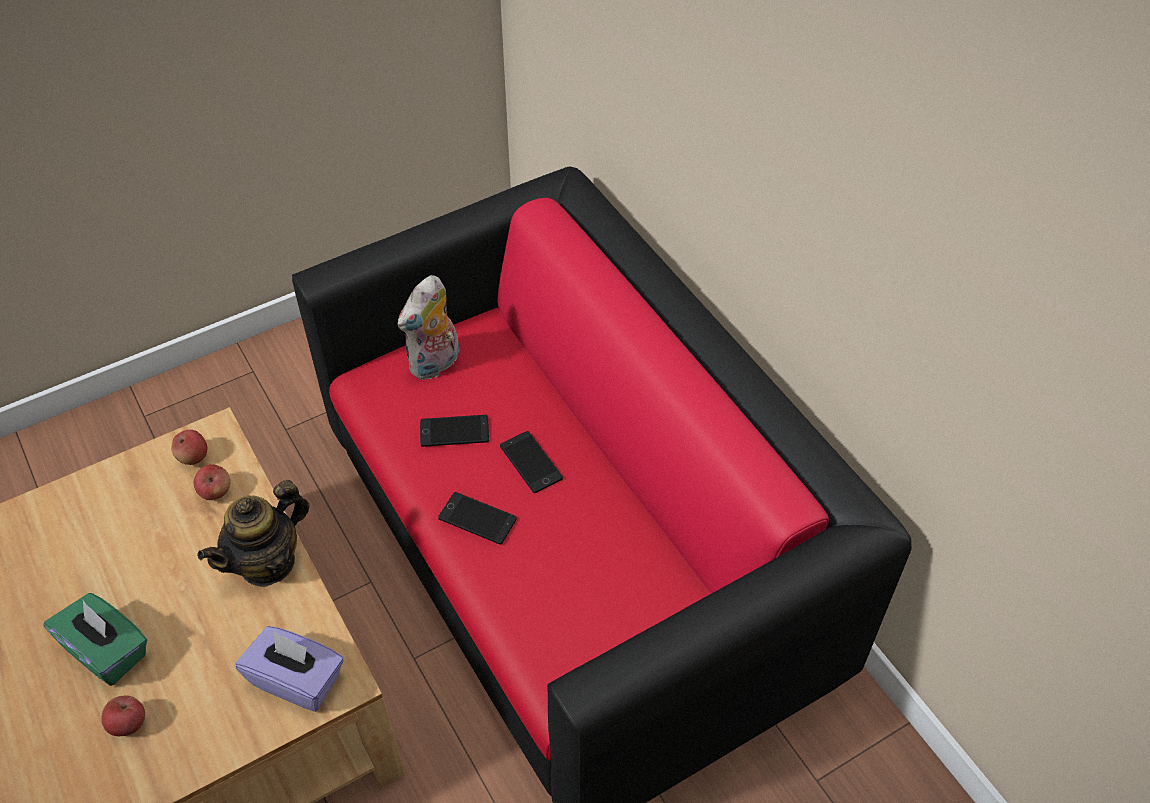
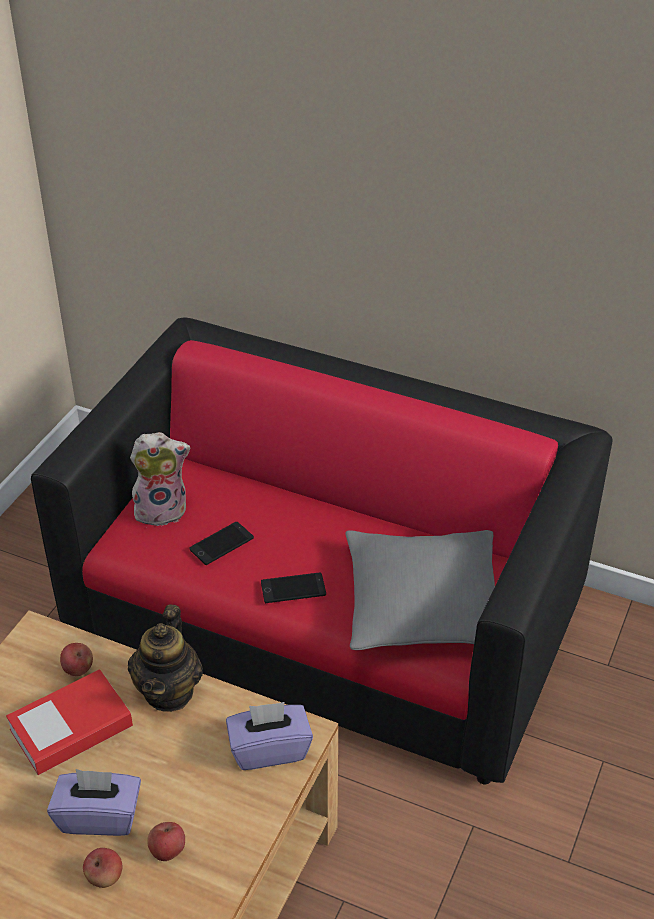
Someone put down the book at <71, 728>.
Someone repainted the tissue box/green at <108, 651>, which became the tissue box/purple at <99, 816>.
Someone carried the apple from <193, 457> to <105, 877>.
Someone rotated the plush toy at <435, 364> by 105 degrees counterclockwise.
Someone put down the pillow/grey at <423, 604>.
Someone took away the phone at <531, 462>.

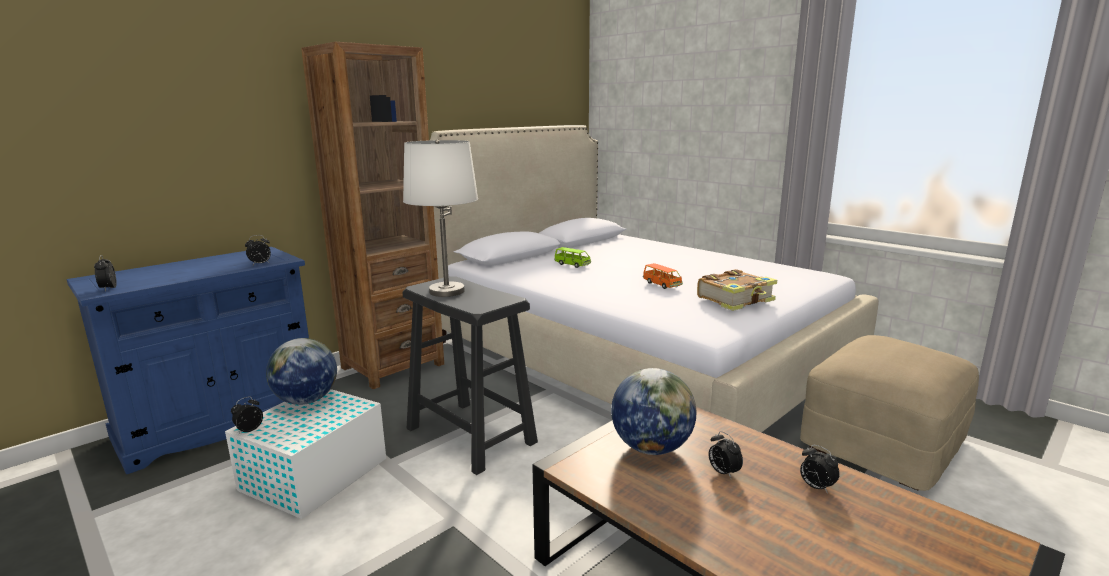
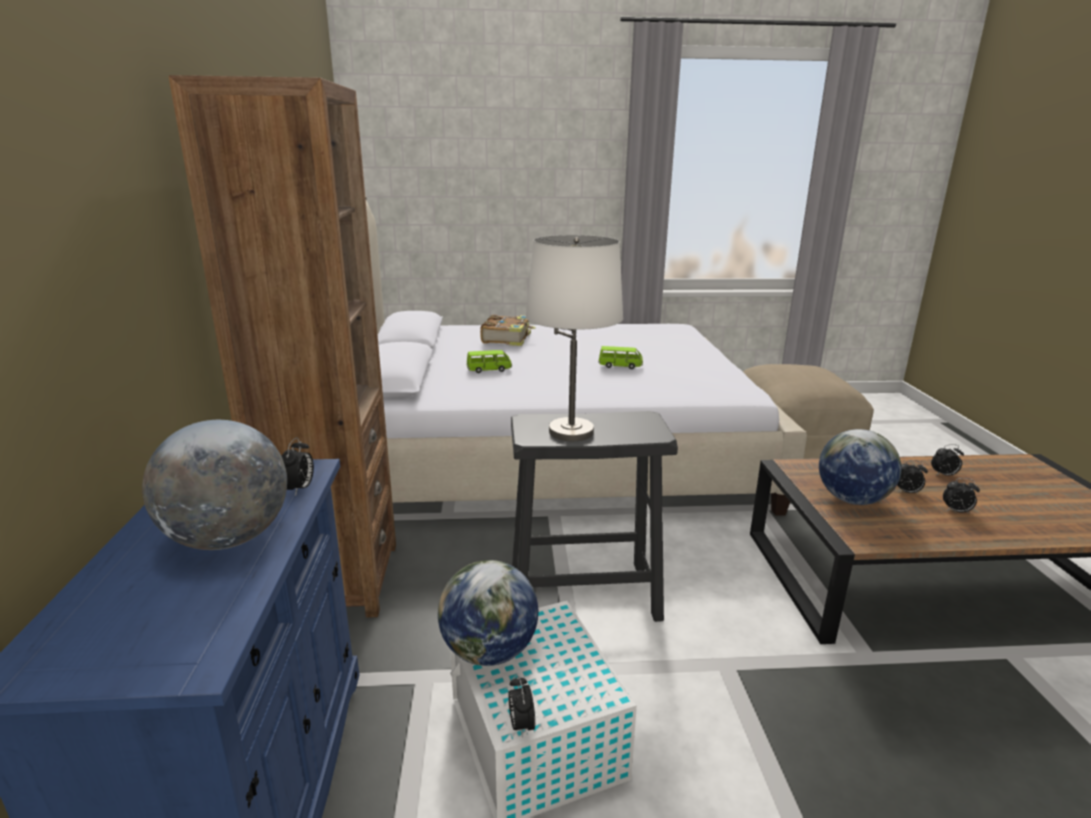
Someone put down the globe at <228, 539>.
Someone carried the book from <736, 300> to <507, 338>.
Someone repainted the toy car/orange at <662, 284>, which became the toy car/green at <620, 366>.
Someone carried the alarm clock from <108, 289> to <956, 511>.

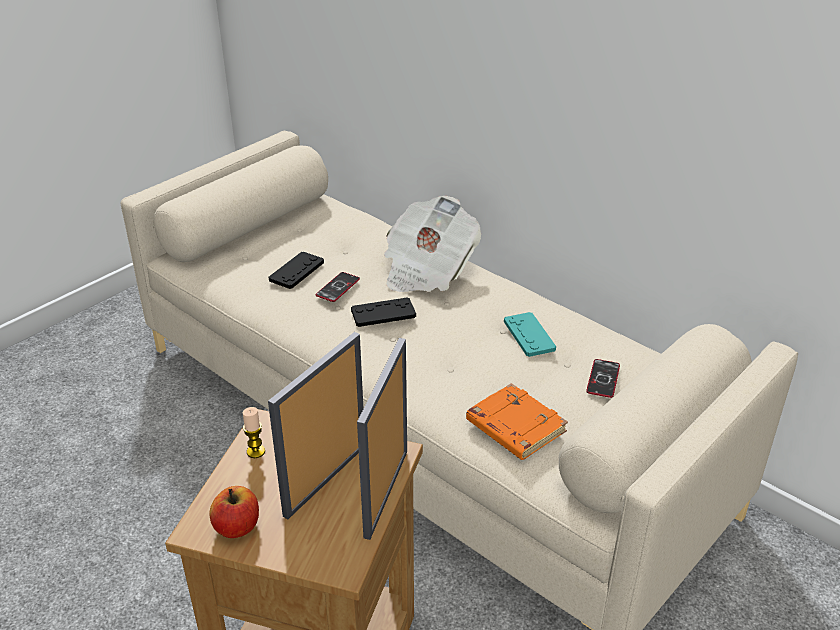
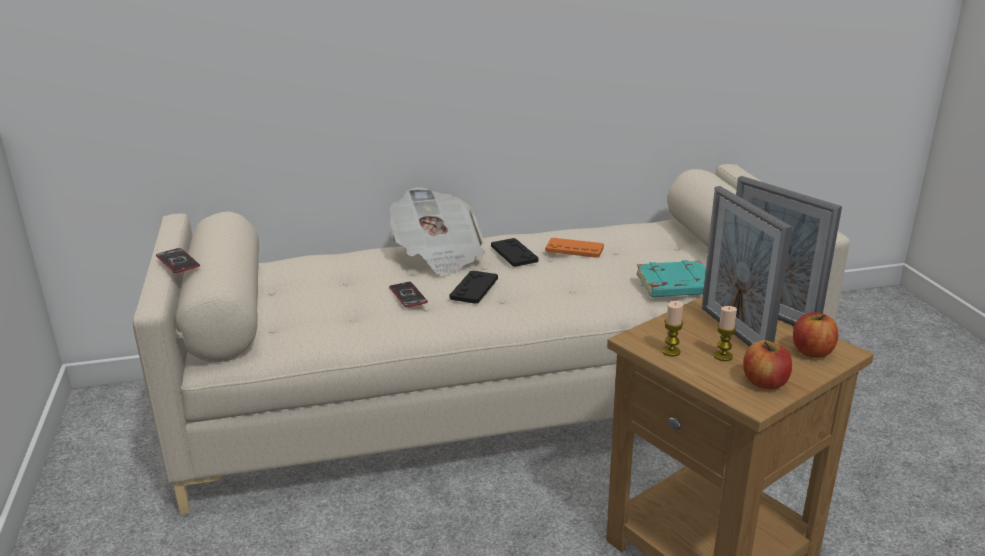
Someone carried the phone from <603, 379> to <177, 261>.
Someone carried the game controller/black from <296, 271> to <514, 253>.
Someone repainted the game controller/turquoise at <529, 335>, which became the game controller/orange at <574, 249>.
Someone repainted the book/orange at <514, 427>, which became the book/turquoise at <675, 286>.
Someone put down the candle at <723, 356>.
Someone put down the apple at <812, 351>.

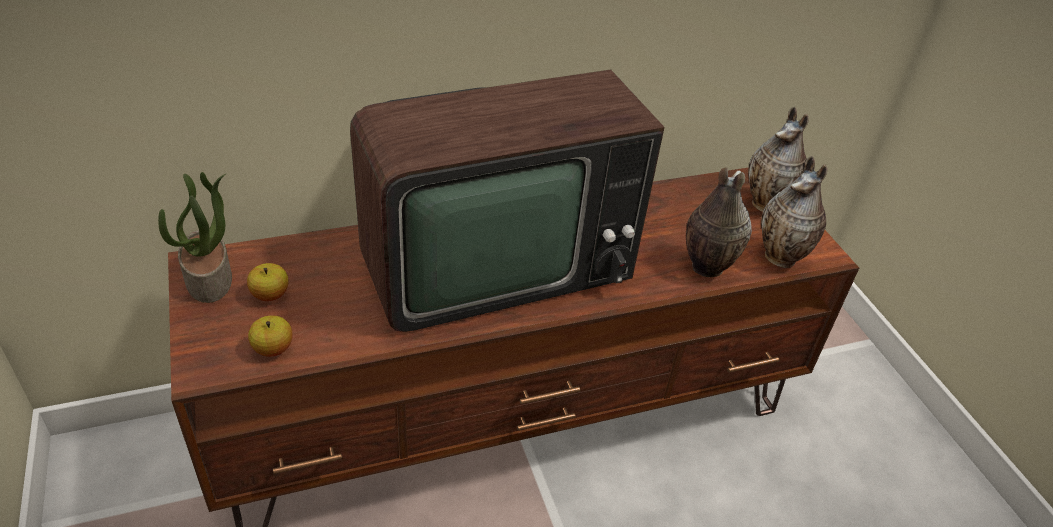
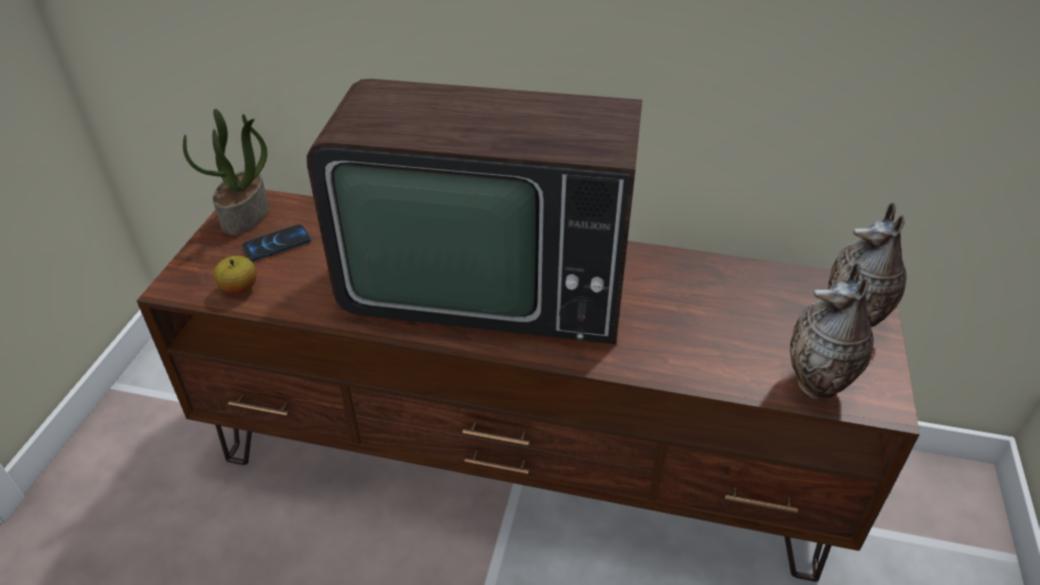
Someone swapped the apple at <270, 295> for the phone at <277, 244>.
Someone took away the vase at <705, 267>.

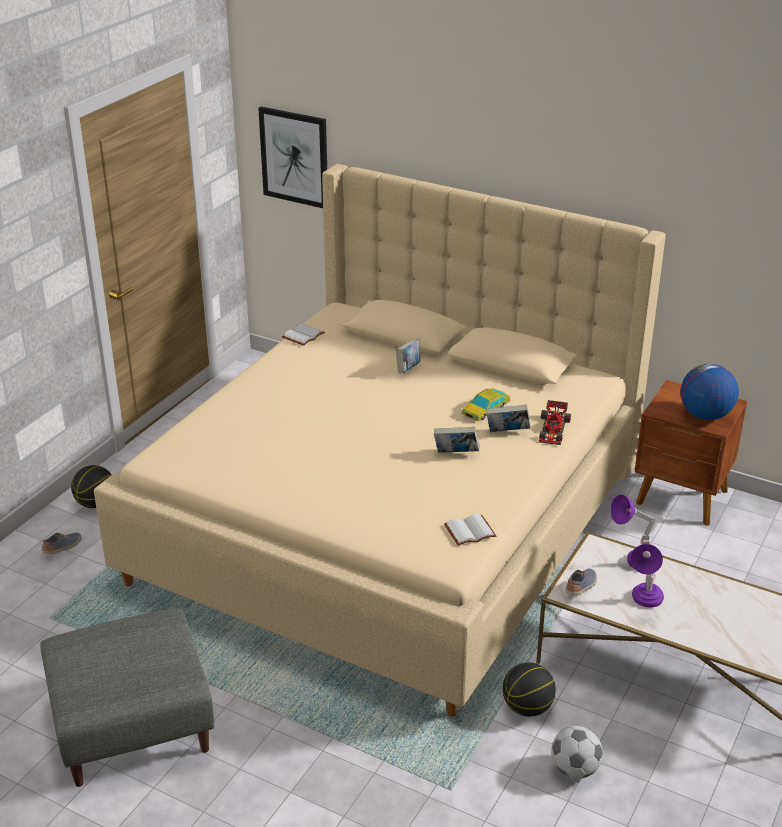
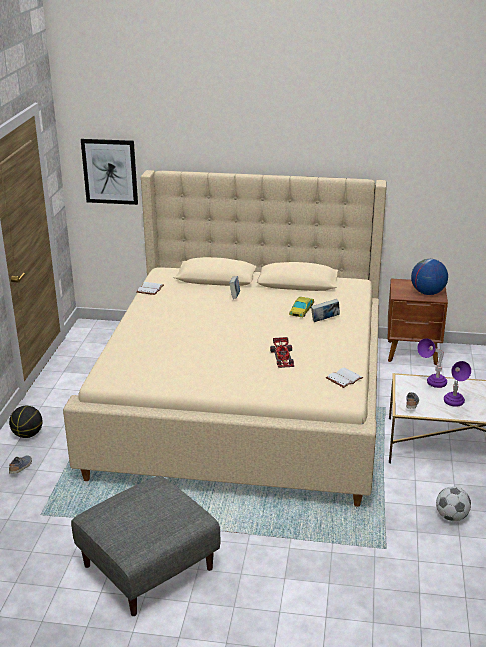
Someone carried the toy car from <553, 429> to <283, 357>.
Someone took away the book at <456, 454>.
Someone took away the basketball at <527, 708>.

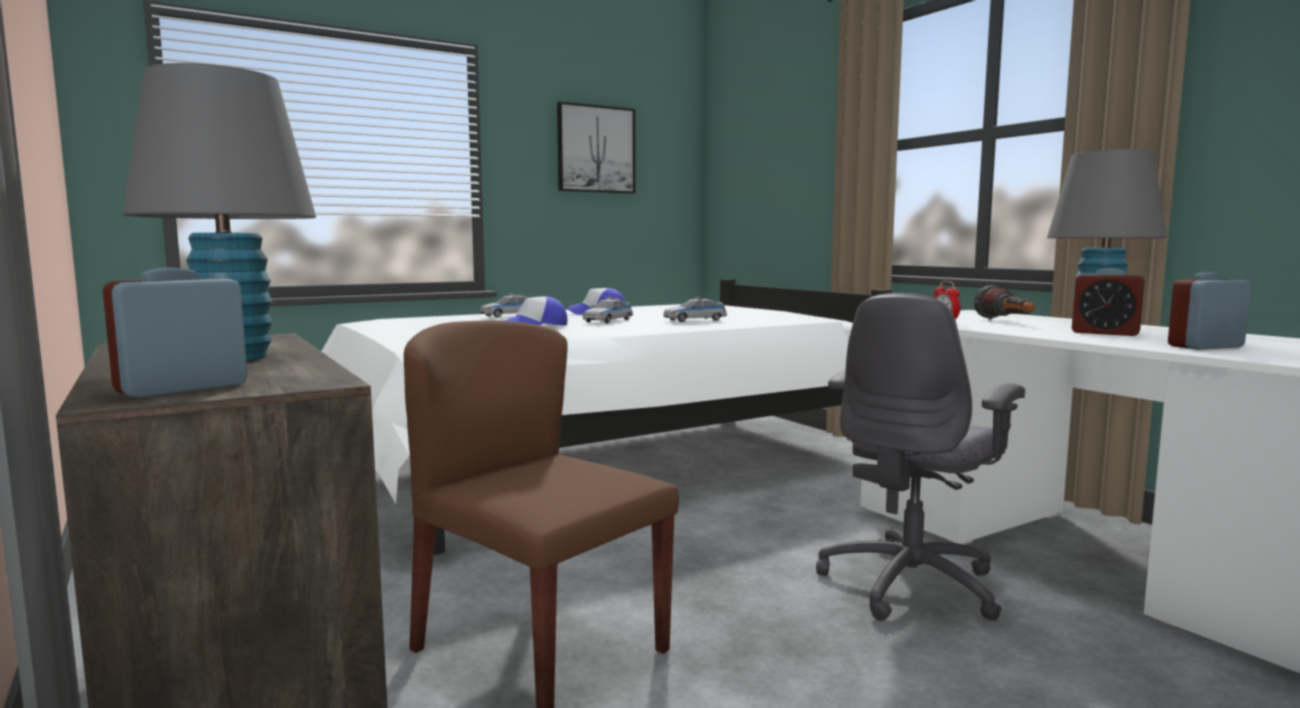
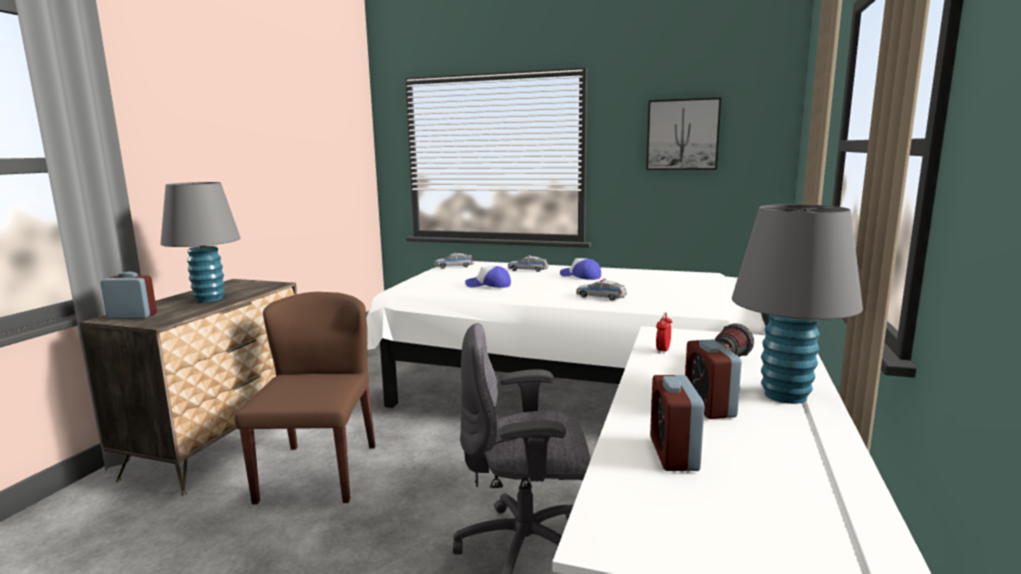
Someone carried the toy car from <608, 321> to <454, 266>.
Someone rotated the alarm clock at <1205, 346> by 120 degrees counterclockwise.

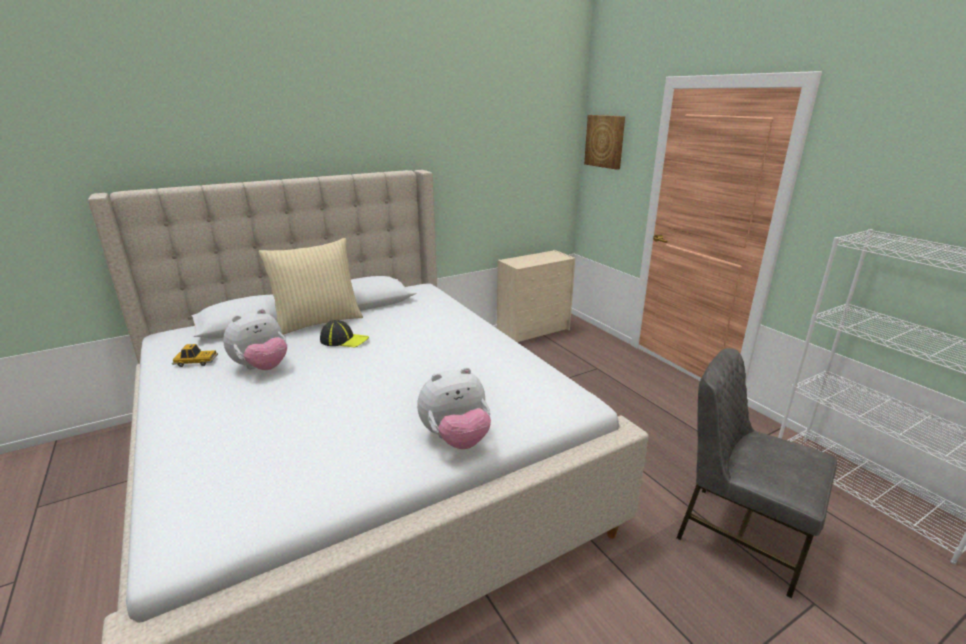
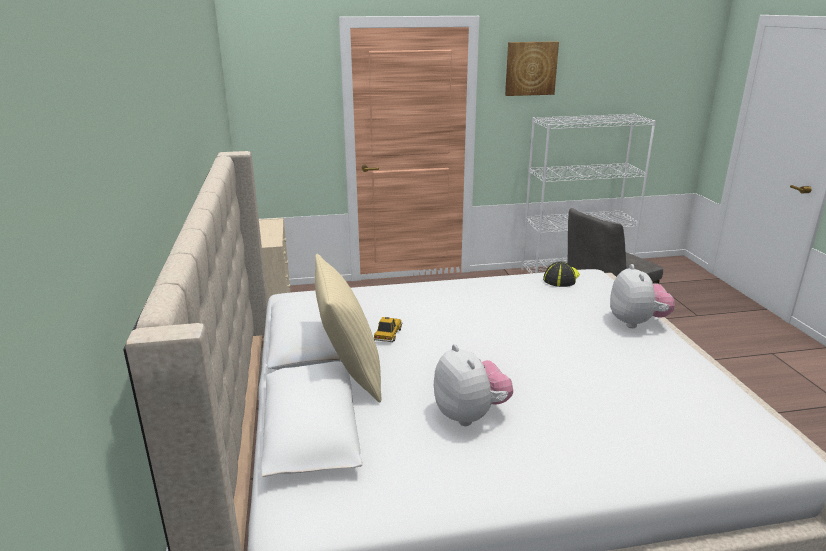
Someone carried the toy car from <196, 362> to <387, 334>.
Someone carried the picture from <605, 141> to <530, 68>.
Someone carried the cap from <344, 340> to <561, 278>.

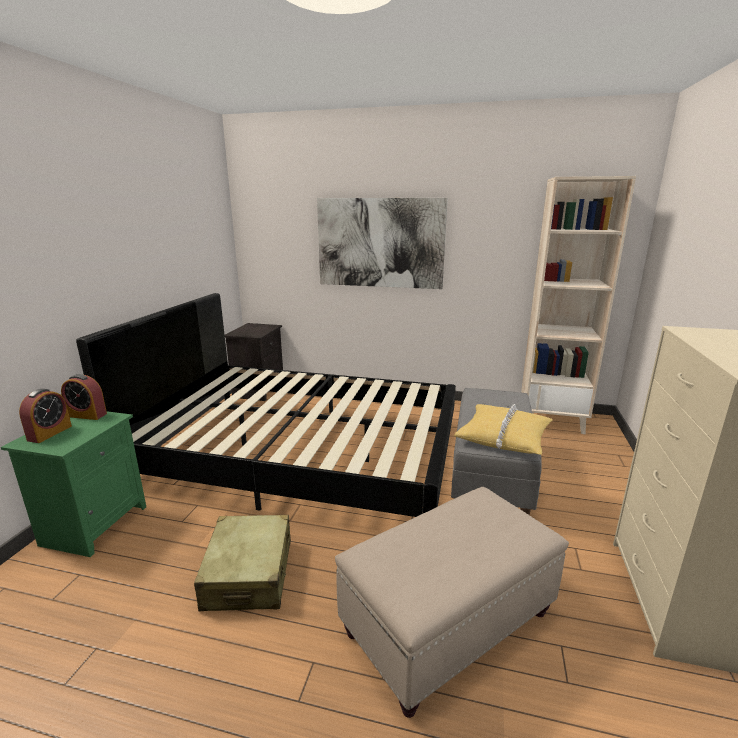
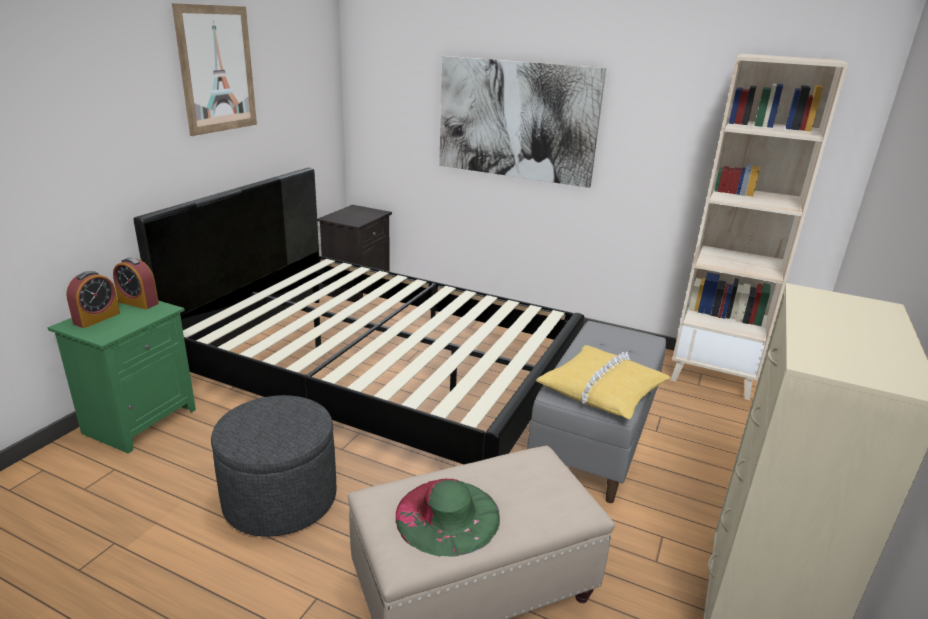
Someone put up the picture at <217, 69>.
Someone swapped the suitcase/beige at <249, 574> for the ottoman/grey at <280, 498>.
Someone put down the hat/green at <447, 516>.

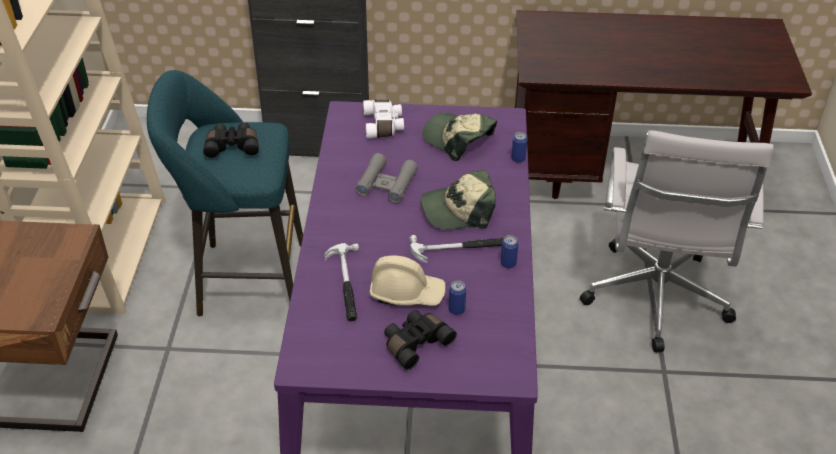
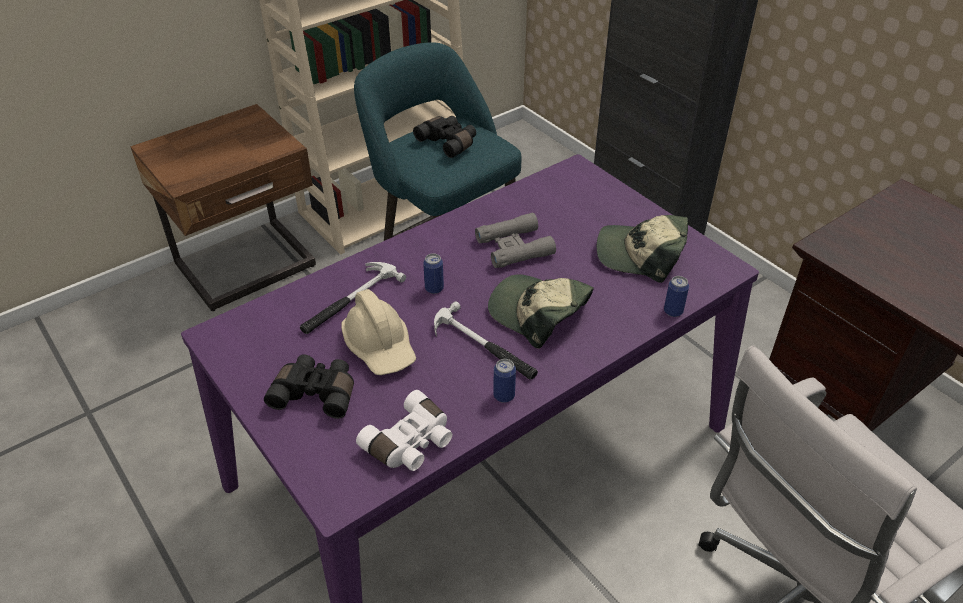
Someone carried the binoculars/white from <384, 125> to <411, 443>.
Someone carried the can from <456, 309> to <434, 288>.
Someone rotated the cap at <458, 139> by 75 degrees counterclockwise.

